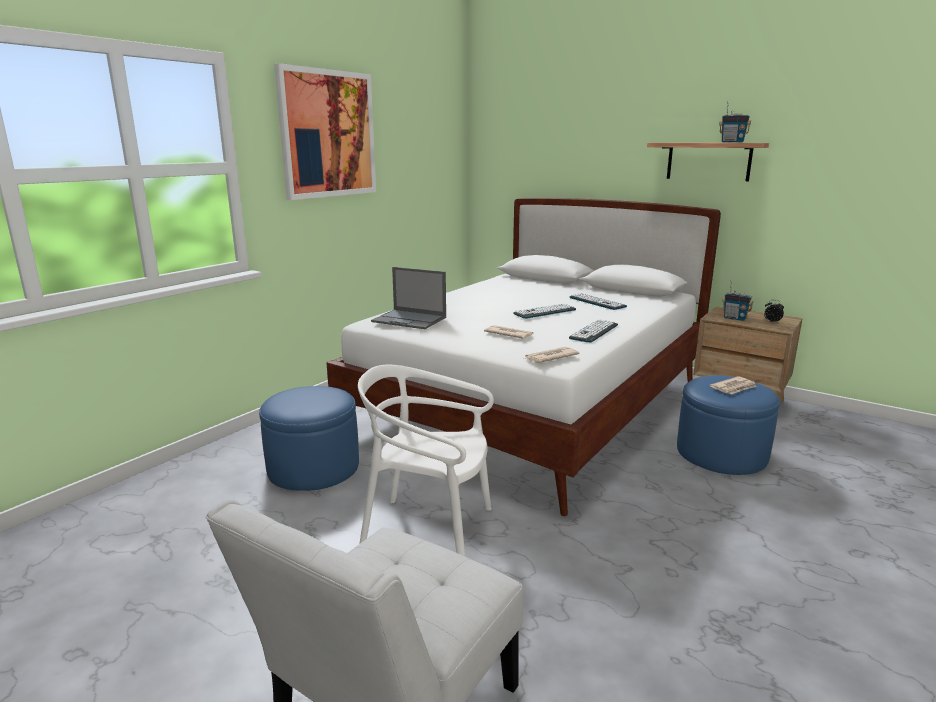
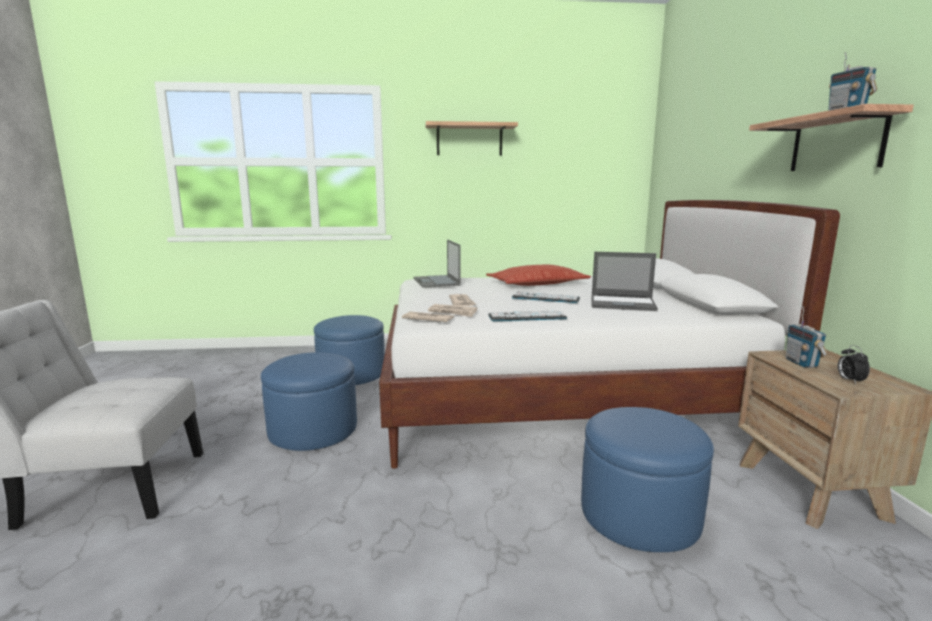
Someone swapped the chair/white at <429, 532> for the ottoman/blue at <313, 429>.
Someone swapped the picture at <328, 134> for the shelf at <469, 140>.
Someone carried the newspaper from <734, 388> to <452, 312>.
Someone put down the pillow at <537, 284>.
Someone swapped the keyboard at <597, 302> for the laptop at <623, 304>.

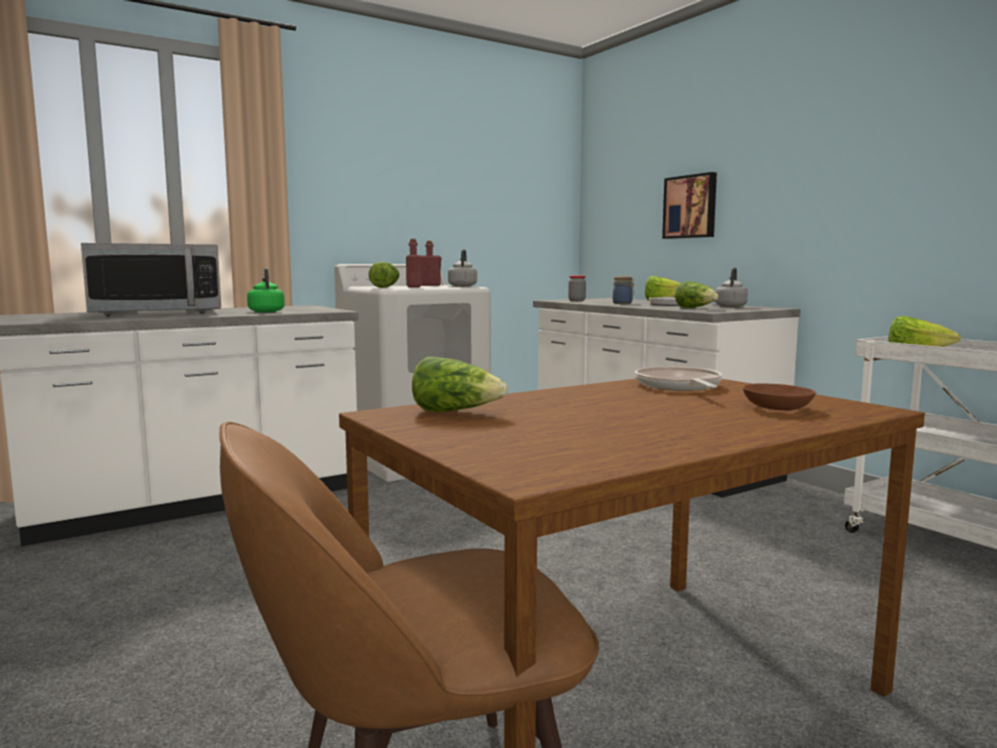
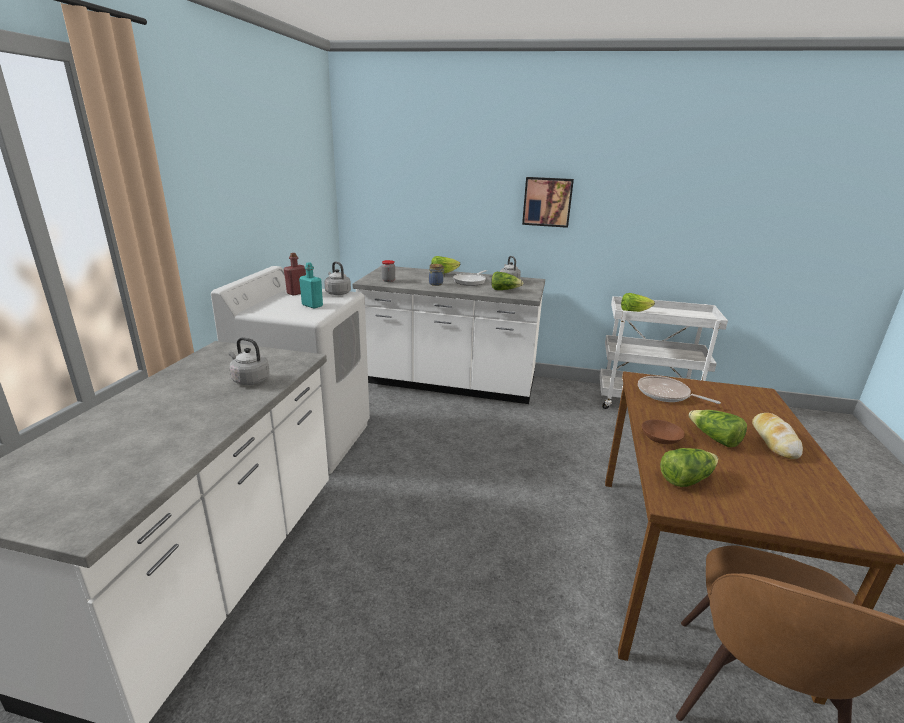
Someone repainted the kettle/green at <266, 311>, which became the kettle/grey at <249, 380>.
Someone repainted the bottle/red at <413, 287>, which became the bottle/turquoise at <312, 305>.
Someone carried the picture from <691, 207> to <547, 202>.
Someone carried the bowl/brown from <777, 408> to <661, 439>.
Someone carried the lettuce from <385, 287> to <714, 439>.
Someone put down the bread at <773, 441>.
Someone took away the microwave at <156, 313>.

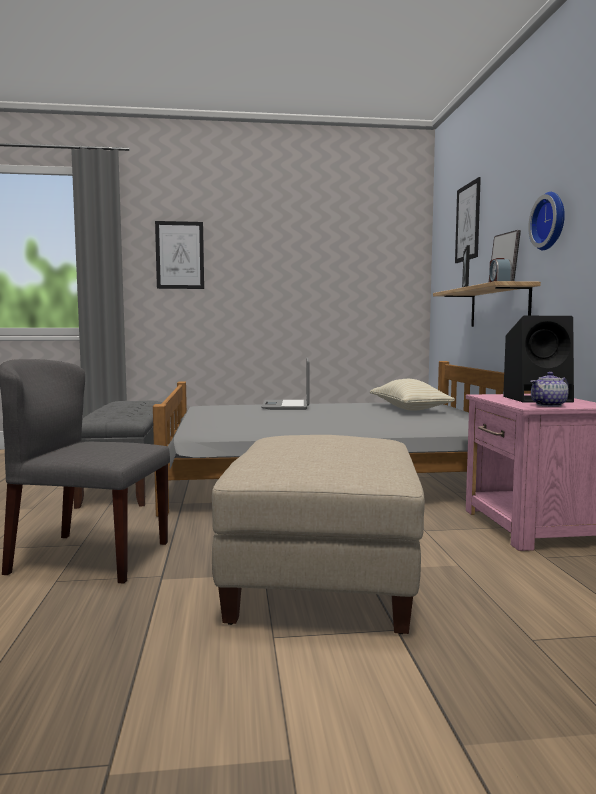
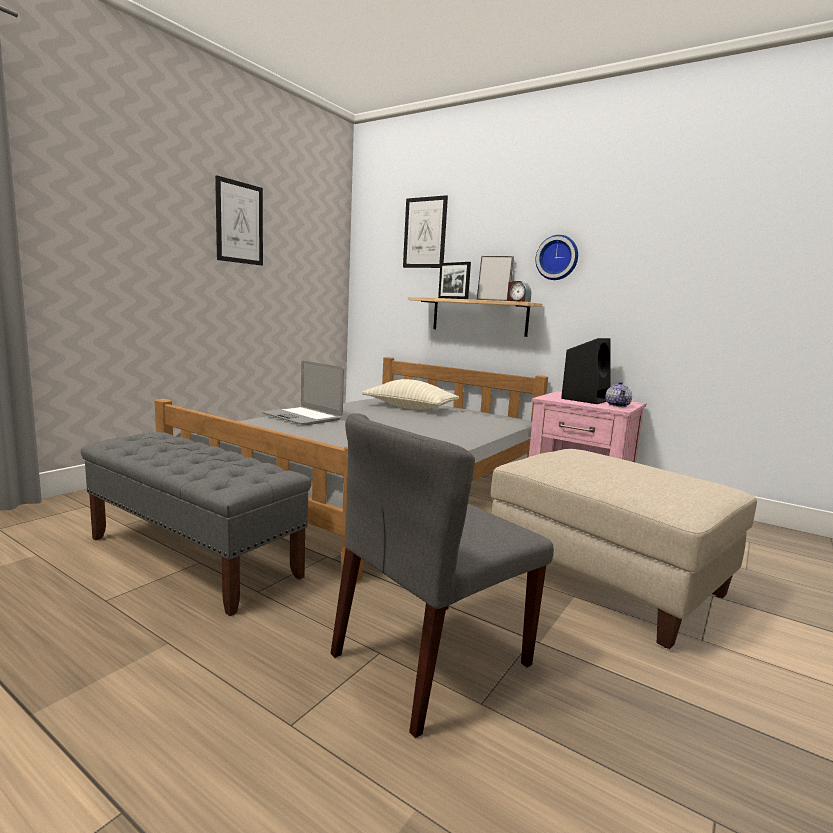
Someone carried the picture from <180, 255> to <239, 223>.

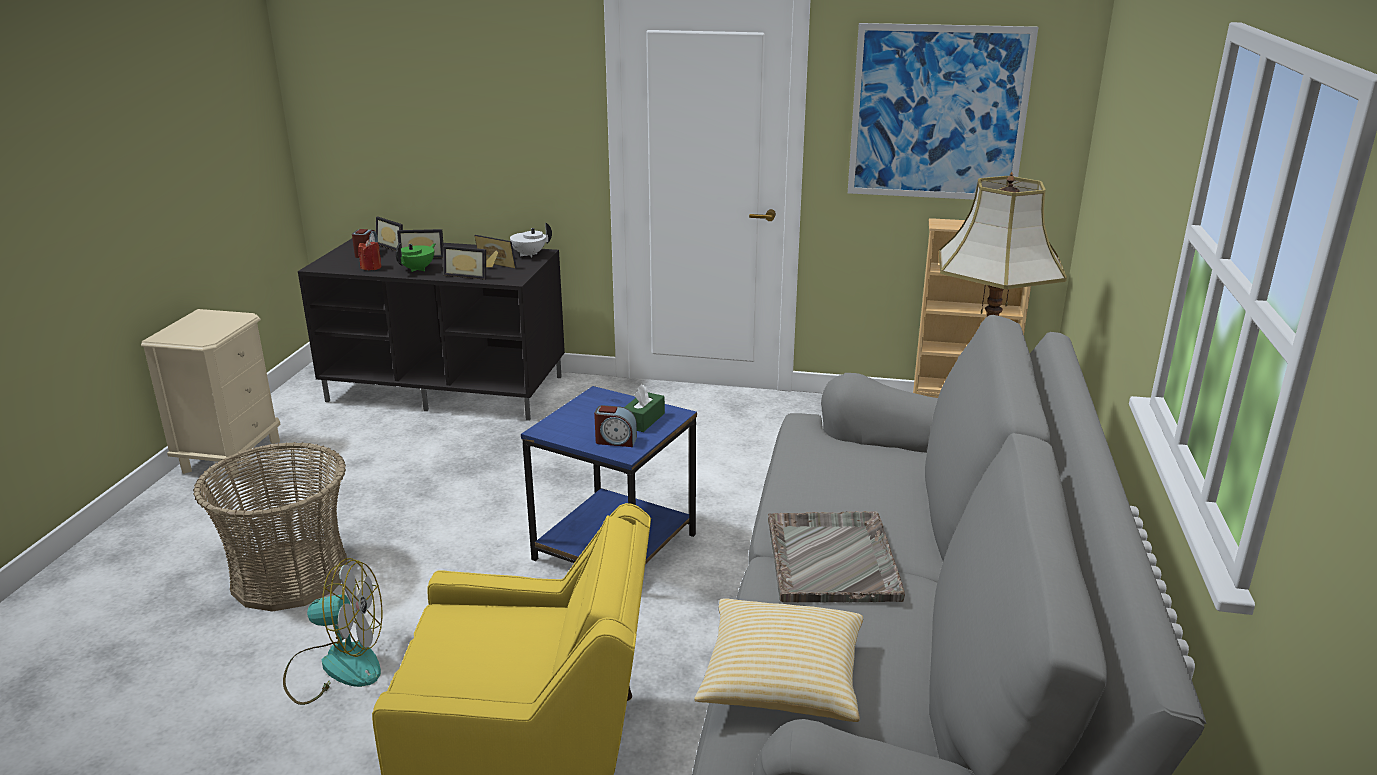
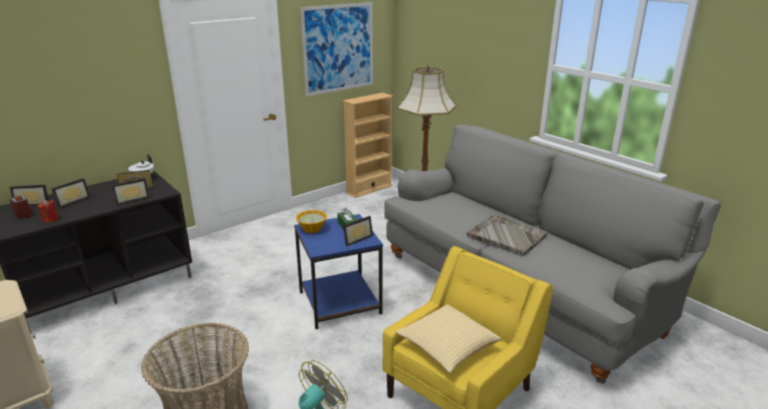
Someone put down the bowl at <312, 229>.
Someone swapped the alarm clock at <615, 440> for the picture frame at <356, 239>.
Someone carried the pillow from <782, 681> to <447, 348>.
Someone took away the teapot/green at <418, 269>.

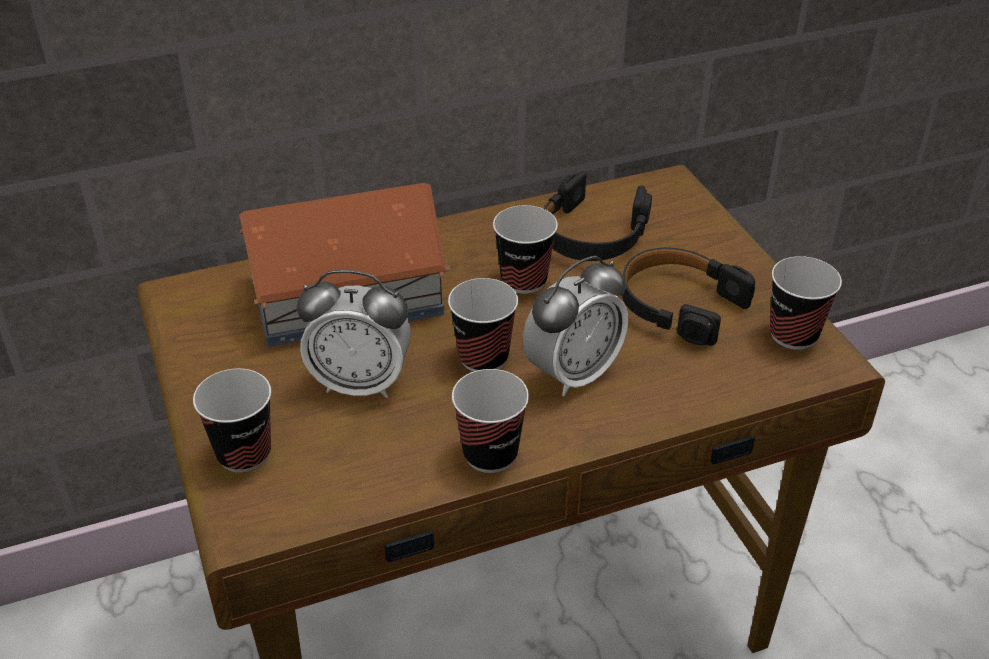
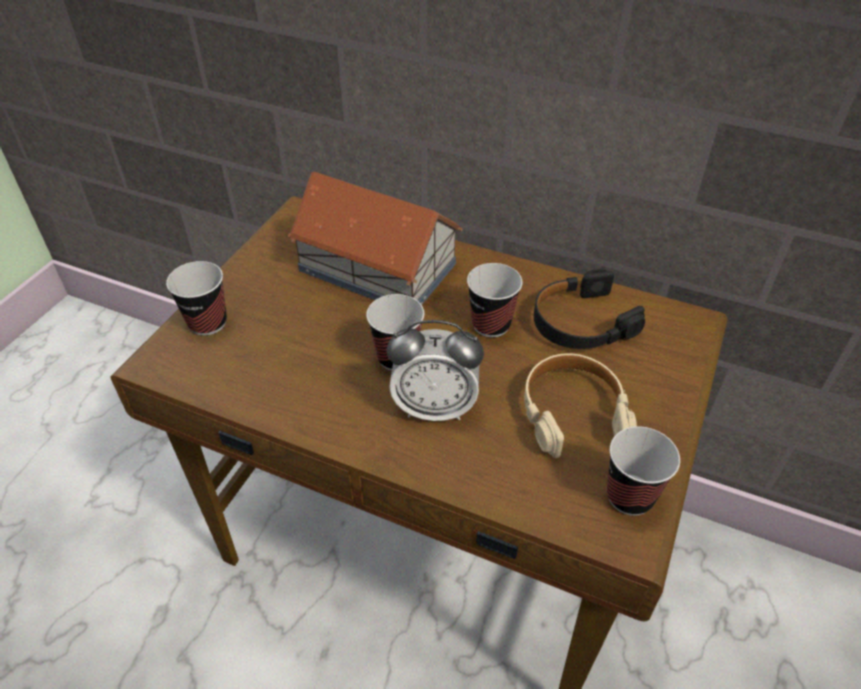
Someone repainted the headphones/black at <679, 304>, which became the headphones/beige at <573, 412>.
Someone took away the alarm clock at <360, 383>.
Someone took away the cup at <490, 454>.

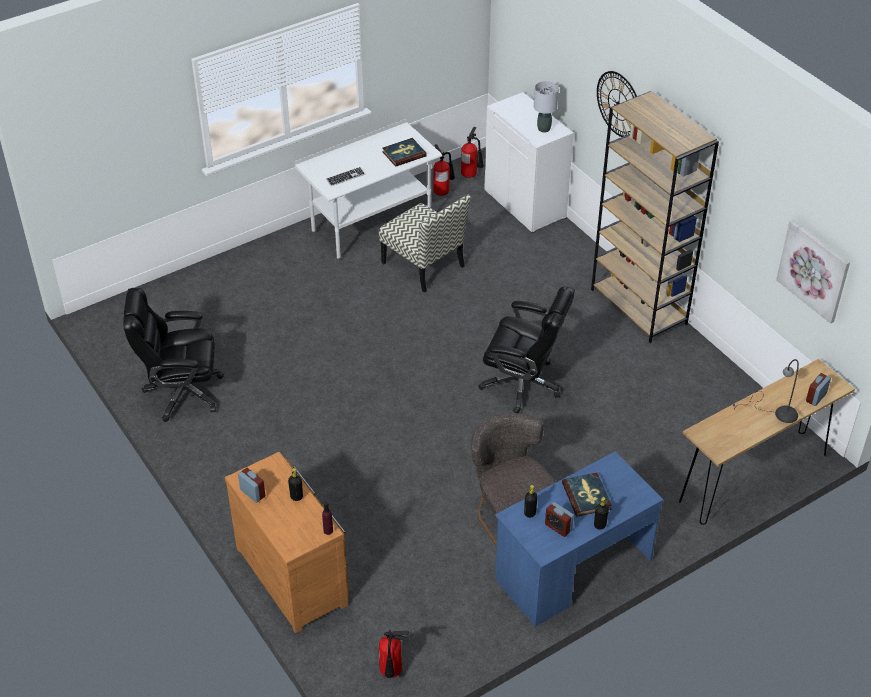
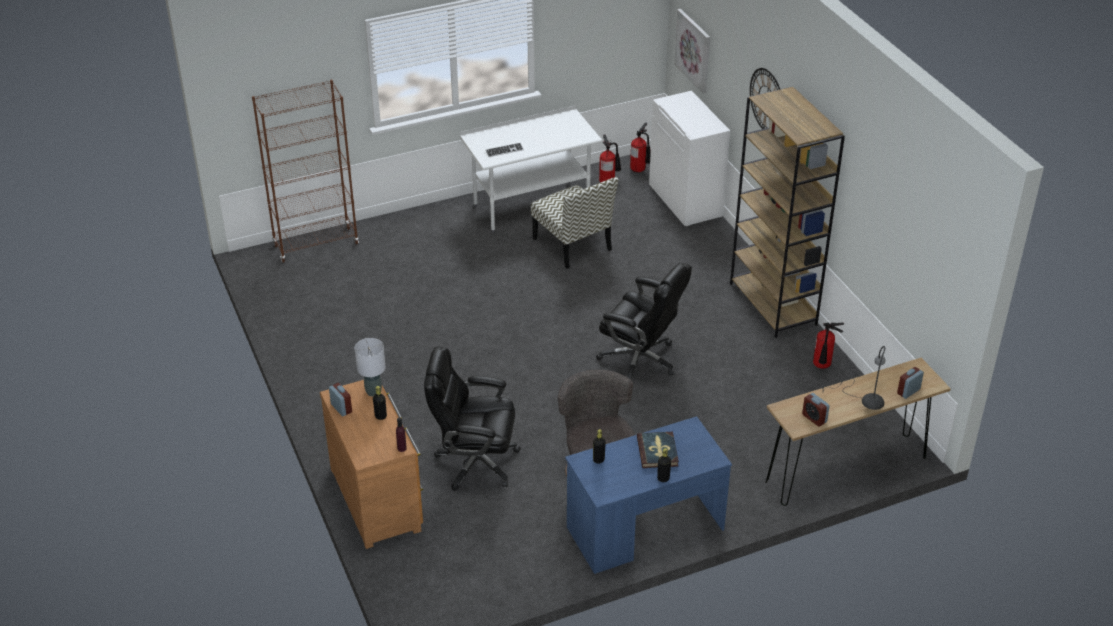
Someone put down the bookcase/brown at <316, 245>.
Someone carried the table lamp/grey from <544, 129> to <374, 392>.
Someone carried the office chair/black from <182, 393> to <475, 462>.
Someone carried the picture from <814, 270> to <694, 50>.
Someone carried the alarm clock from <558, 527> to <814, 418>.
Someone carried the fire extinguisher from <391, 673> to <822, 367>.
Someone took away the book at <404, 154>.

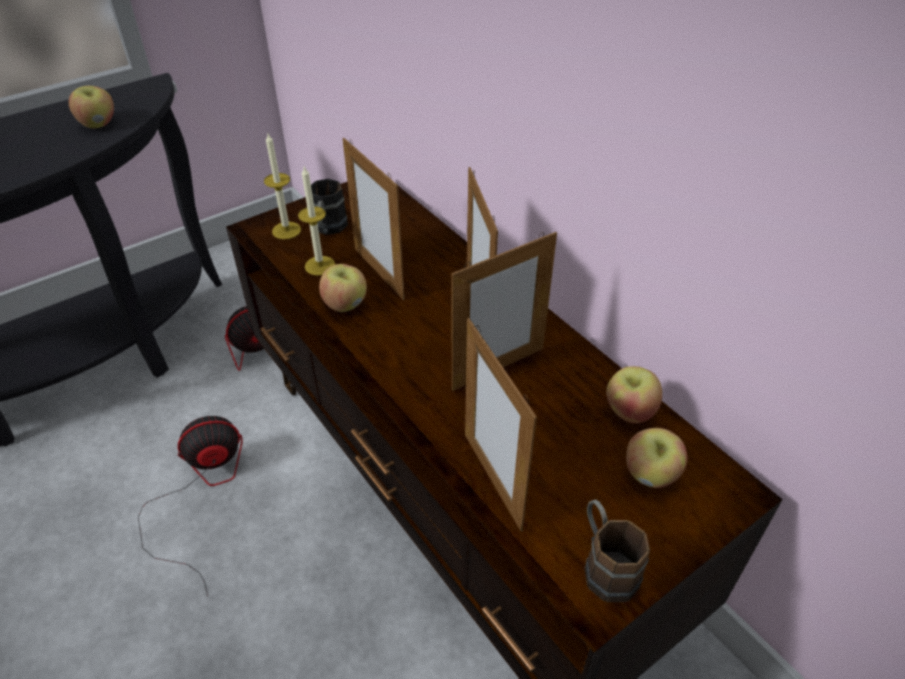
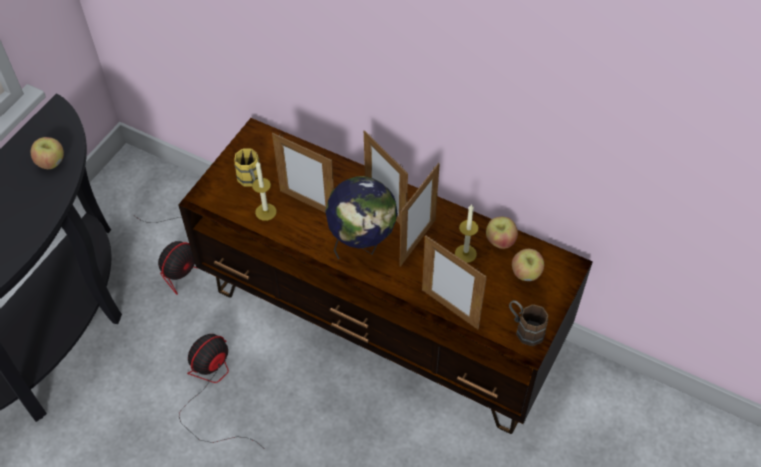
Someone repainted the mug/black at <328, 229>, which became the mug/yellow at <251, 181>.
Someone put down the globe at <362, 244>.
Someone carried the candle from <286, 230> to <465, 253>.
Someone took away the apple at <345, 304>.

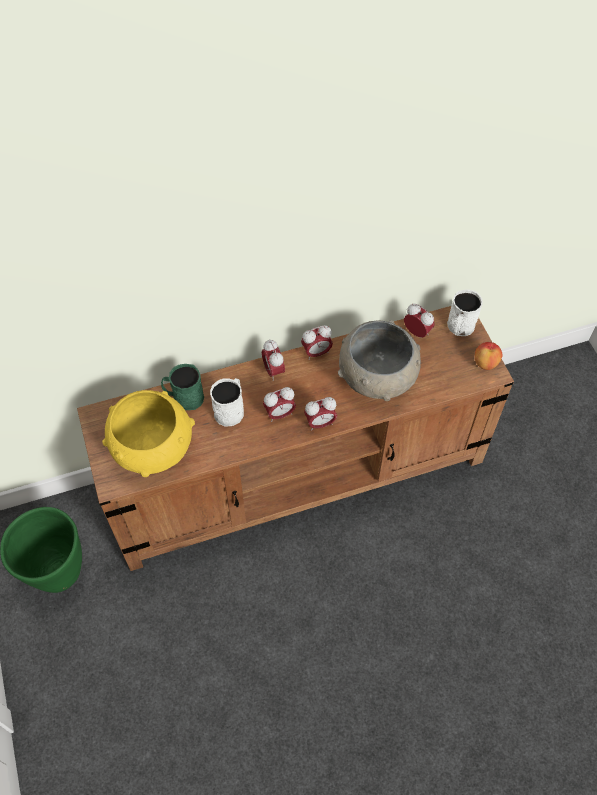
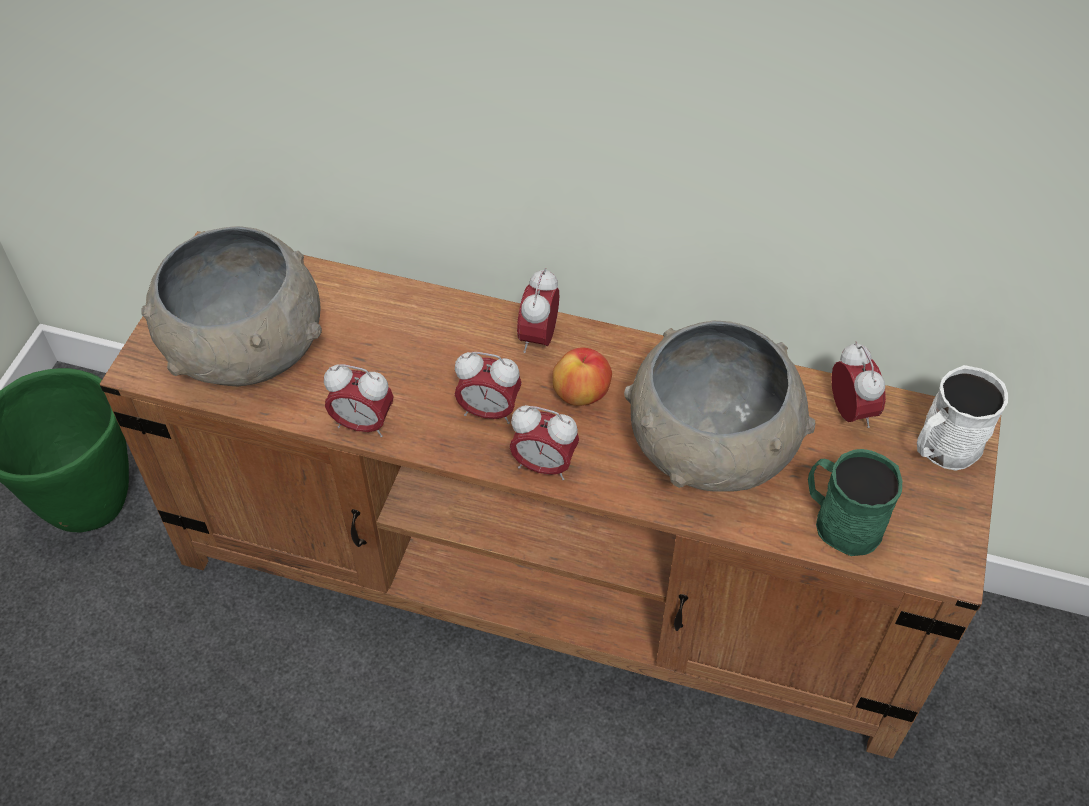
Someone repainted the bowl/yellow at <153, 449>, which became the bowl/grey at <246, 350>.
Someone carried the alarm clock from <316, 353> to <363, 424>.
Someone carried the apple from <485, 363> to <581, 393>.
Someone carried the mug/green from <184, 398> to <840, 521>.
Someone took away the mug/white at <230, 409>.

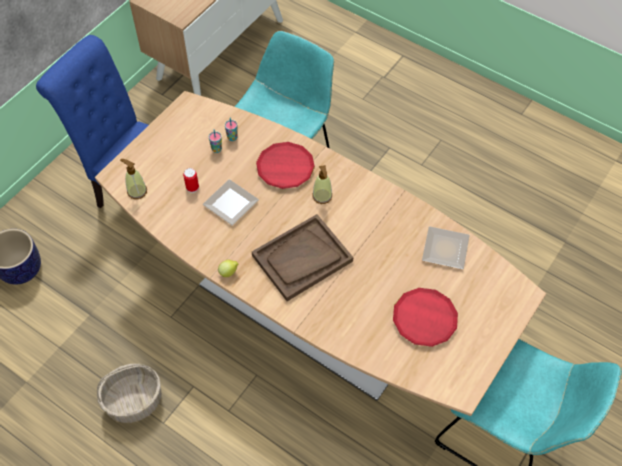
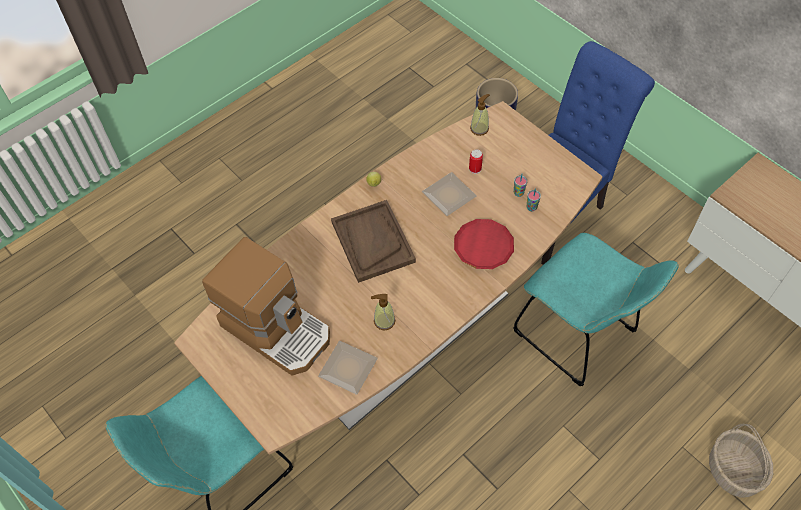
Someone swapped the plate/red at <424, 319> for the coffee machine at <277, 328>.
Someone carried the soap dispenser from <322, 196> to <384, 321>.
Someone carried the basket from <134, 400> to <734, 471>.

